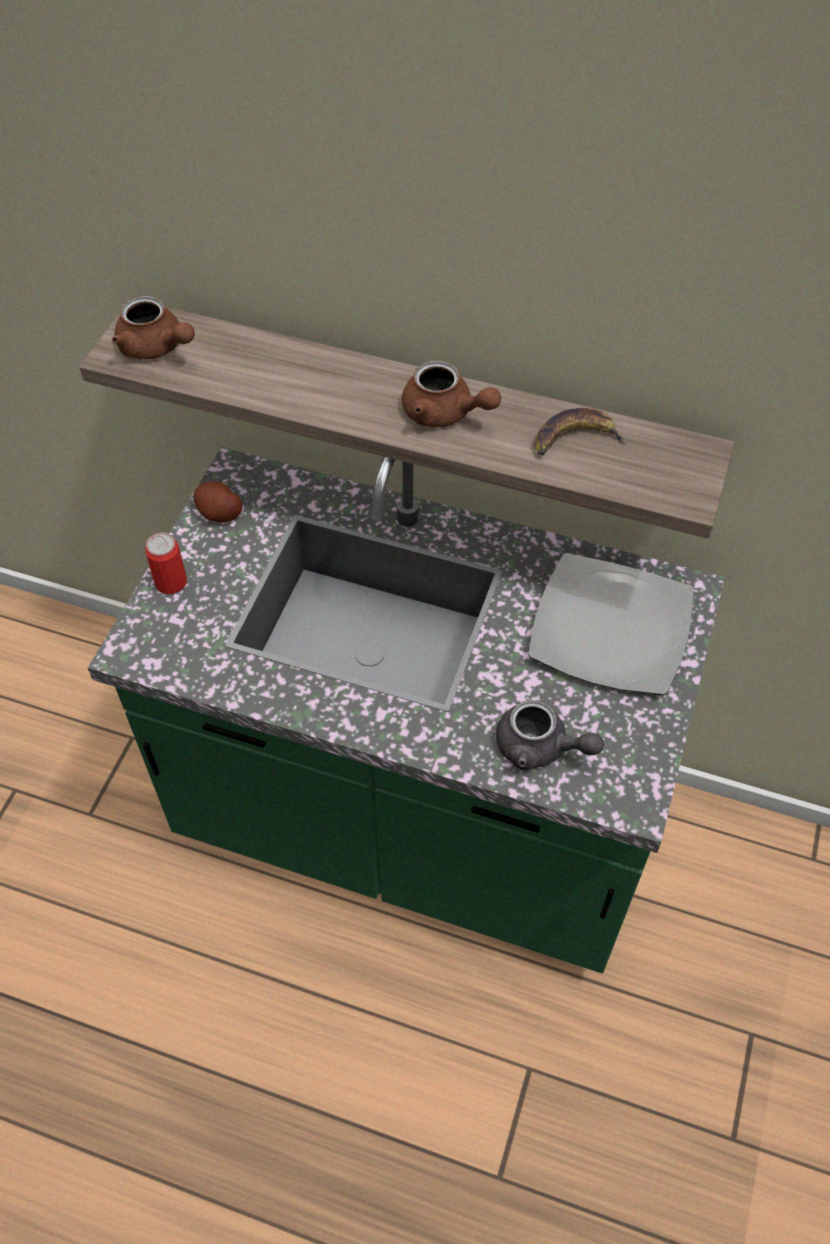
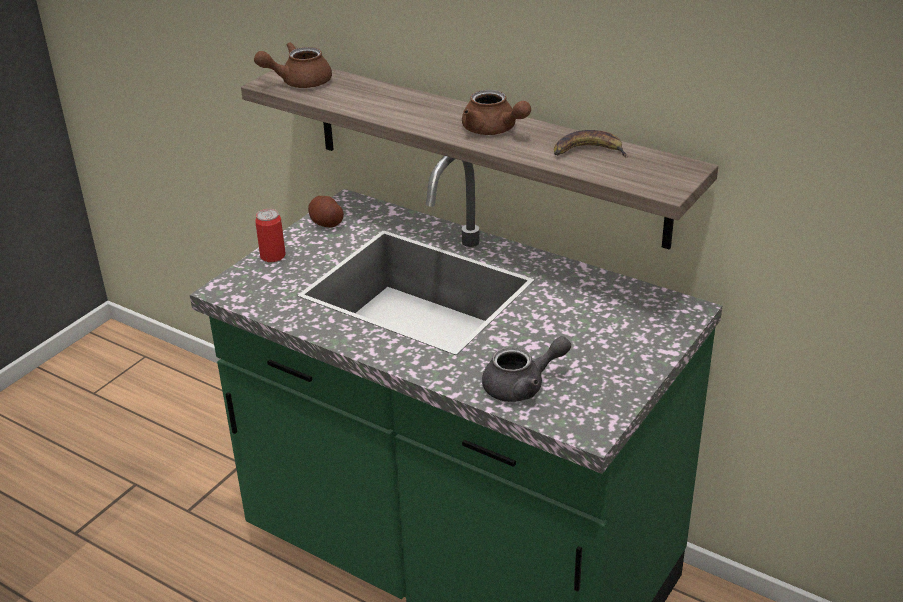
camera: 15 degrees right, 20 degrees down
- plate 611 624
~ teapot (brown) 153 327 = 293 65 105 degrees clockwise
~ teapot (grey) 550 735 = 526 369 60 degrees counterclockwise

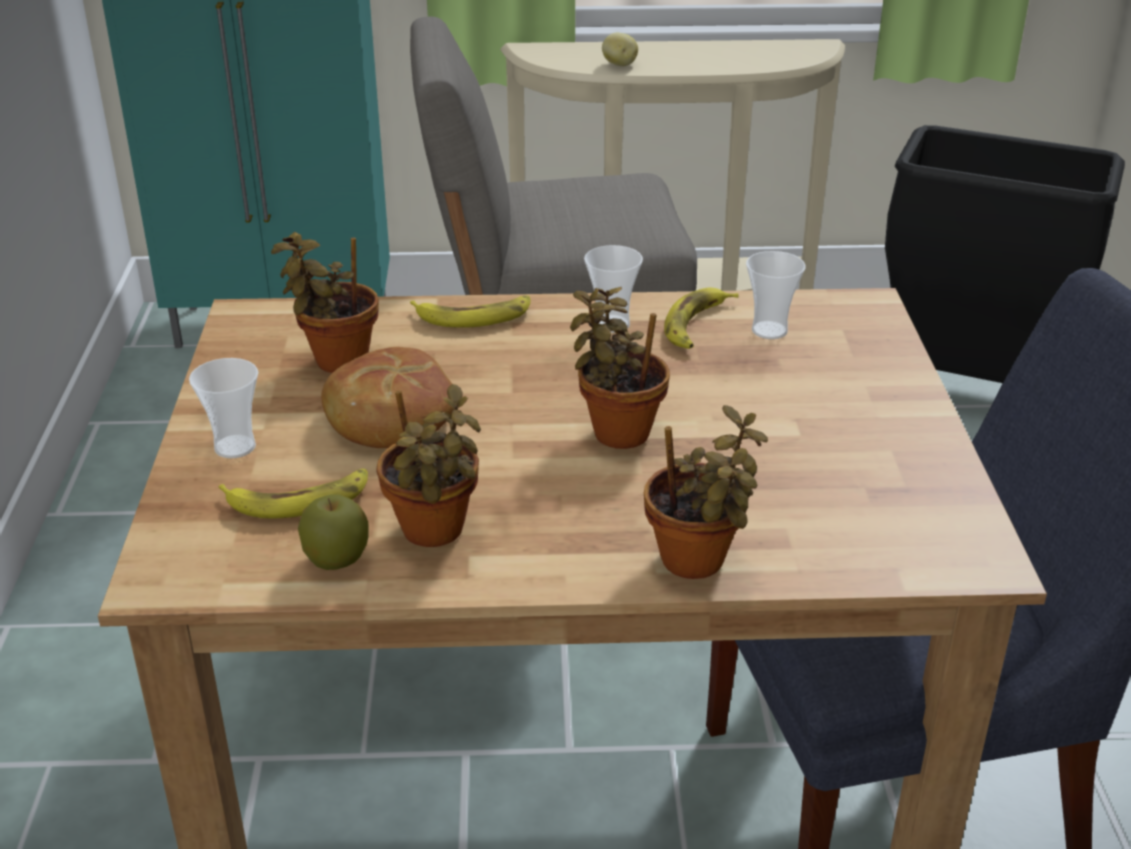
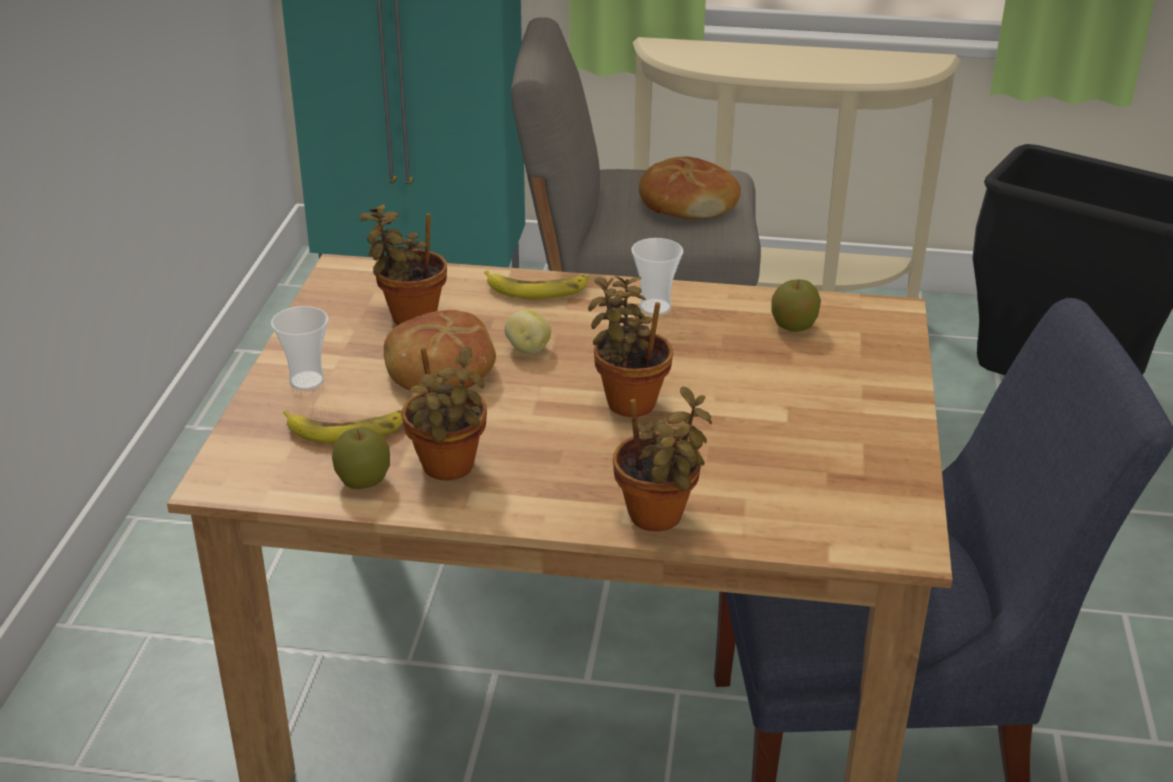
camera: 10 degrees right, 0 degrees up
- banana 701 318
+ bread 690 188
~ potato 620 49 to 527 332
~ cup 776 295 to apple 796 306

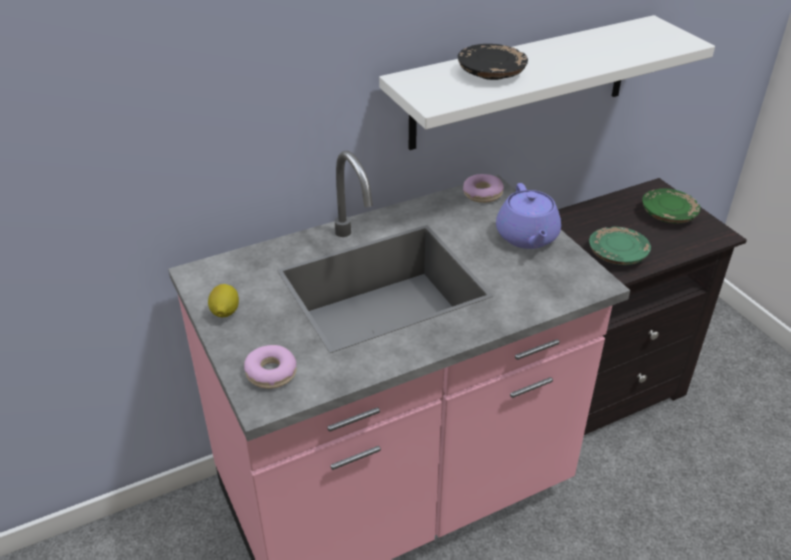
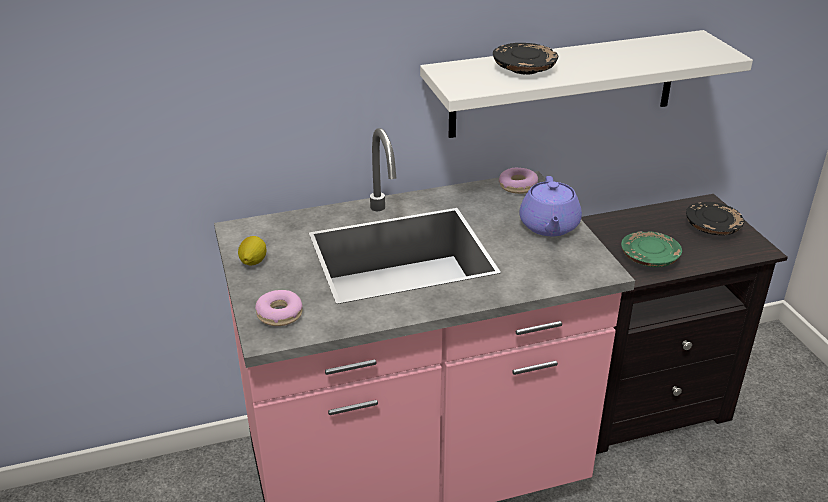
camera: 10 degrees right, 5 degrees down
~ plate (green) 671 206 to plate (black) 715 218

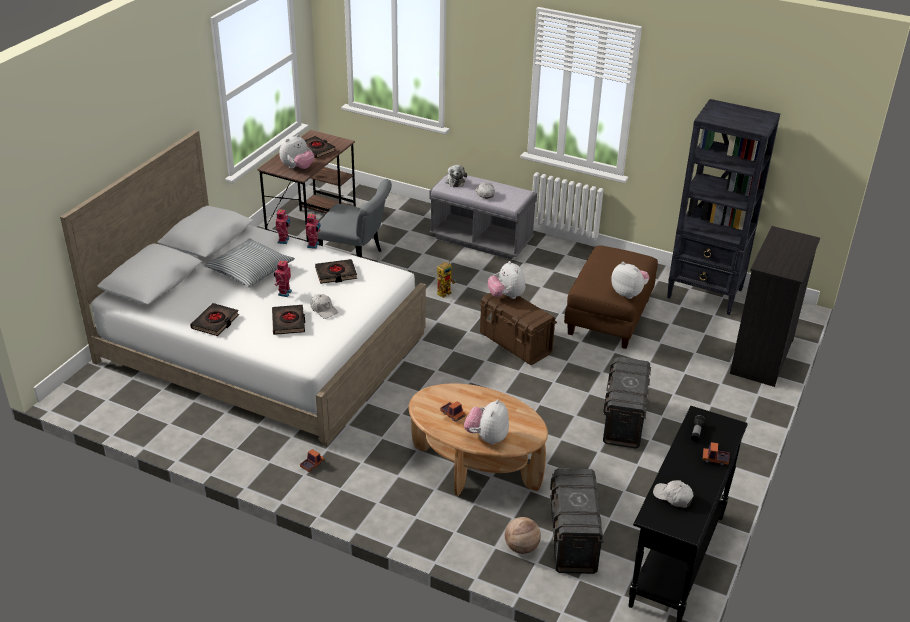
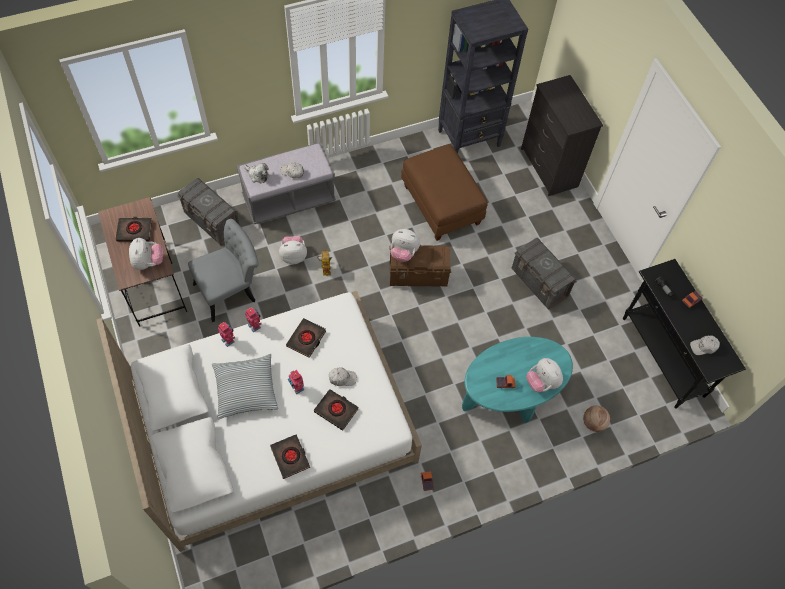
camera: 50 degrees left, 25 degrees up
~ storage box (grey) 577 521 to 208 211
~ plush toy 630 280 to 293 250
~ coffee table (brown) 478 439 to coffee table (turquoise) 517 380

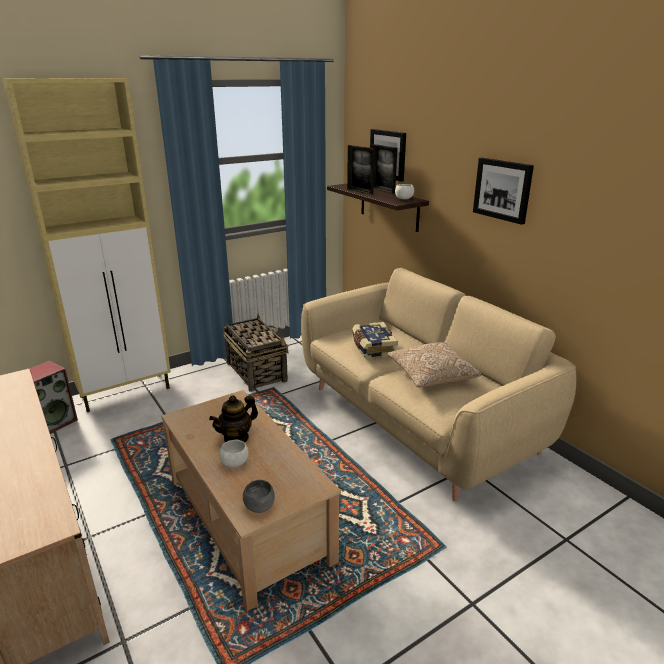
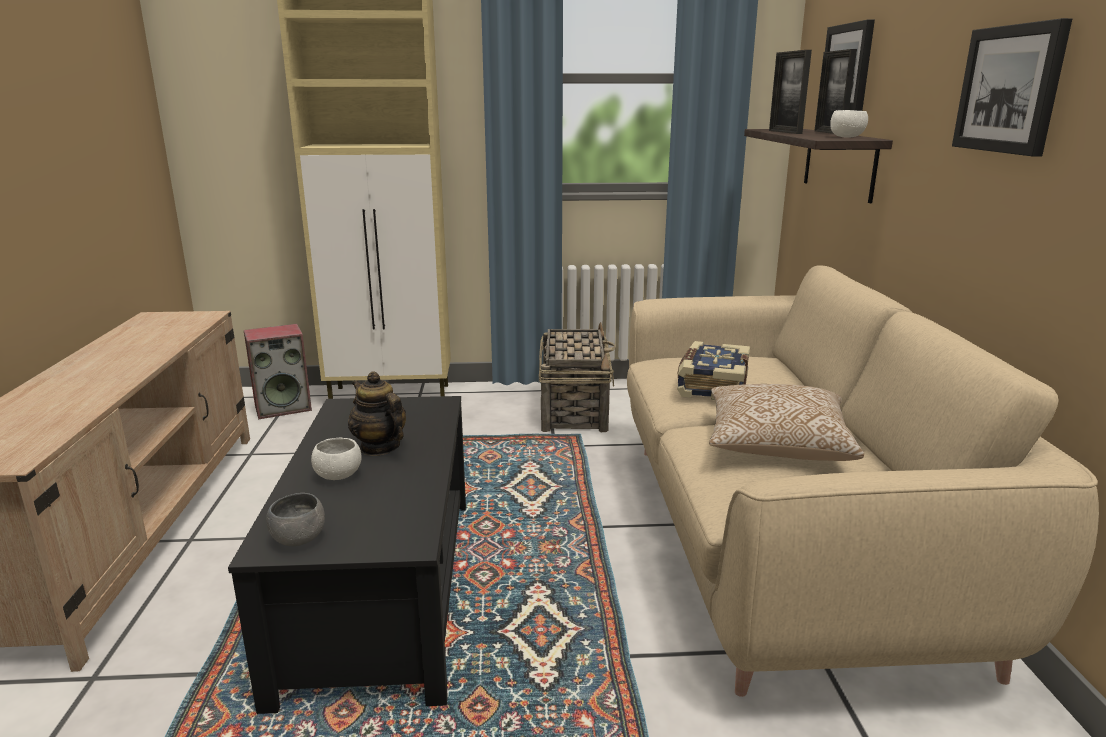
camera: 30 degrees right, 5 degrees down
~ coffee table (beige) 251 500 to coffee table (black) 347 555
~ teapot 233 418 = 377 413 60 degrees clockwise

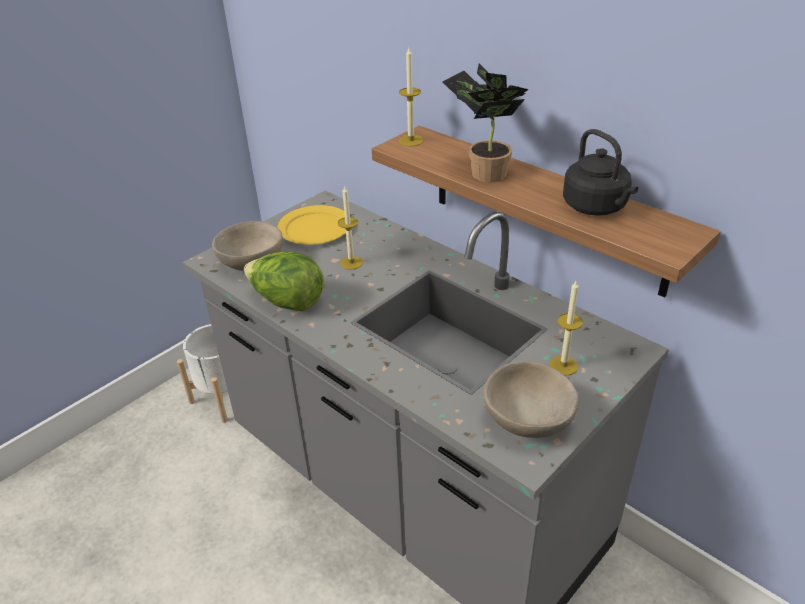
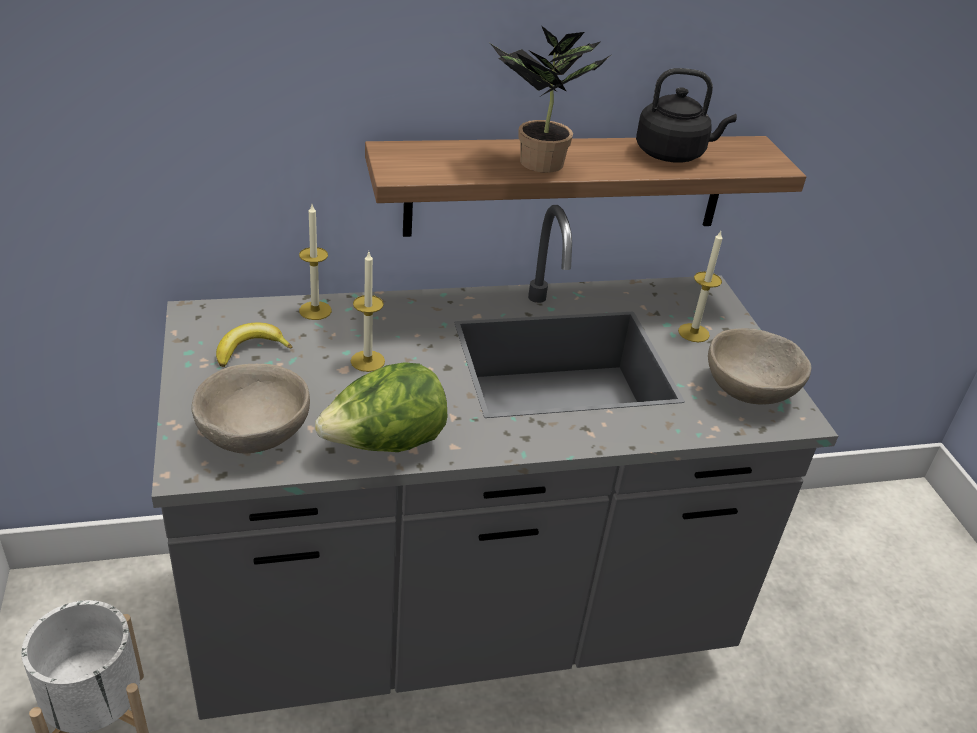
camera: 60 degrees left, 0 degrees up
~ candle 411 97 to 315 262
~ plate (yellow) 311 225 to banana 254 345

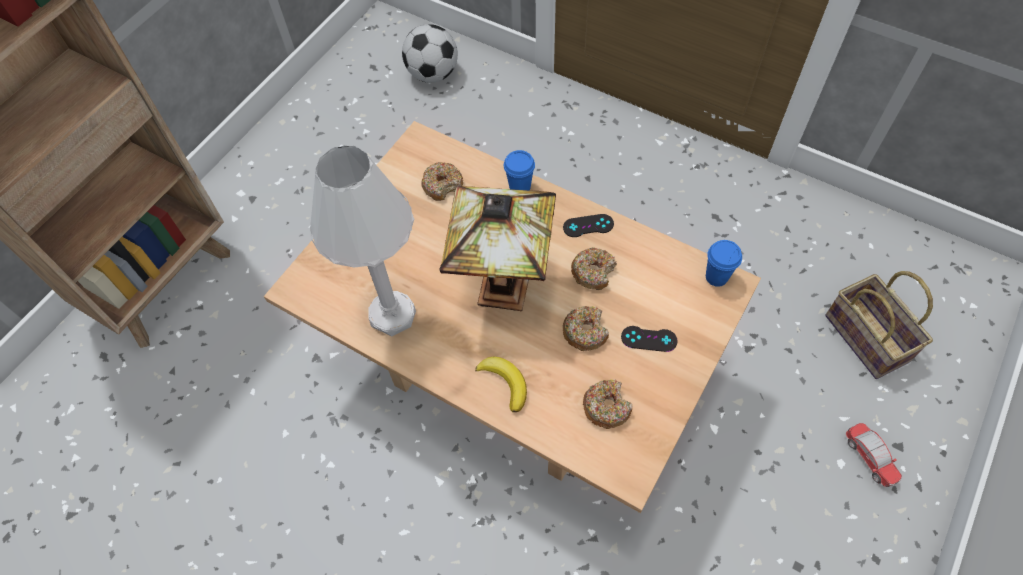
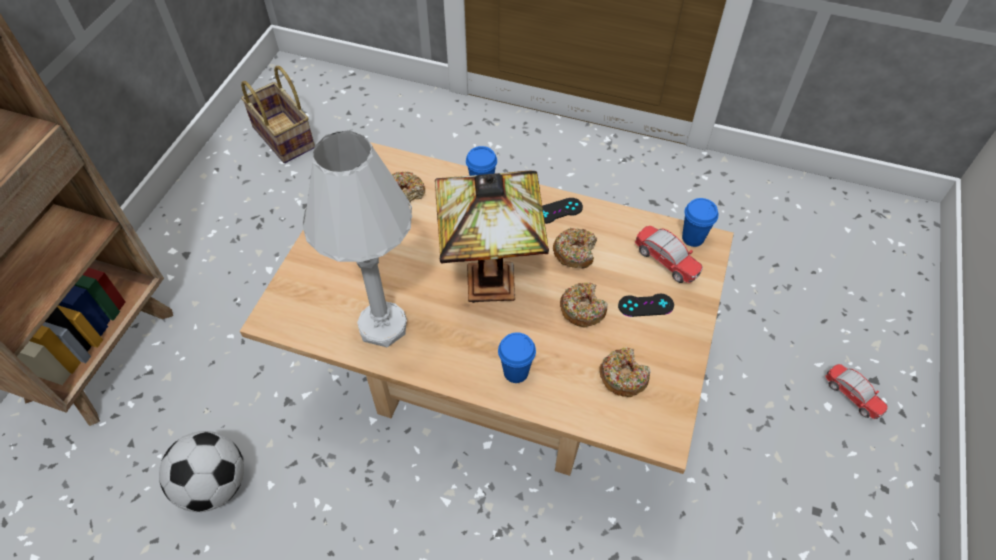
camera: 15 degrees left, 5 degrees down
+ toy car 669 254
~ football 430 53 to 201 471
~ basket 879 325 to 278 114
~ banana 501 384 to cup (blue) 517 357

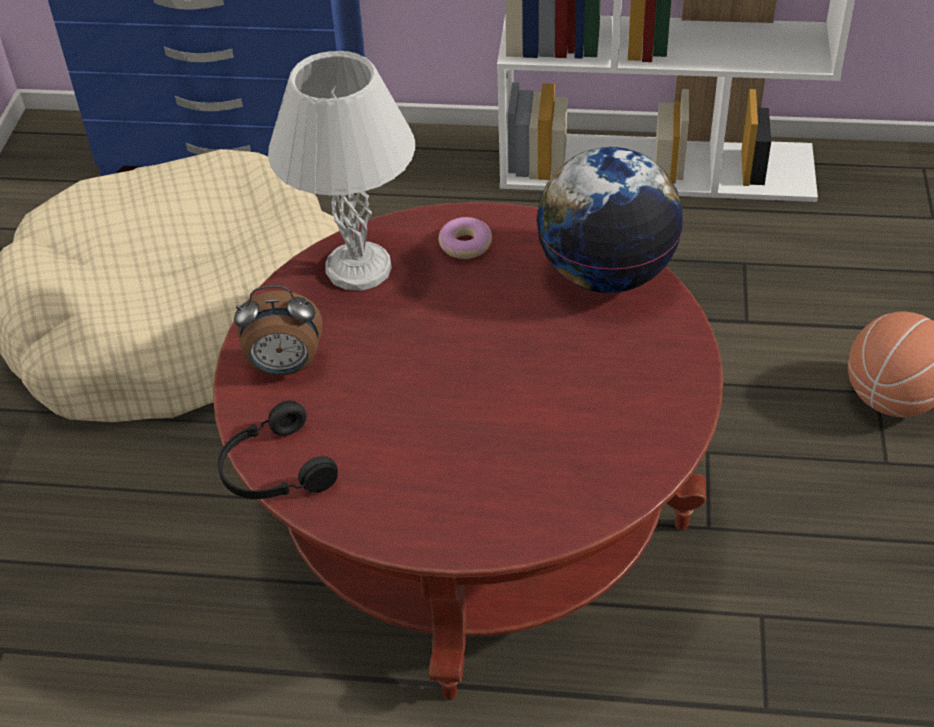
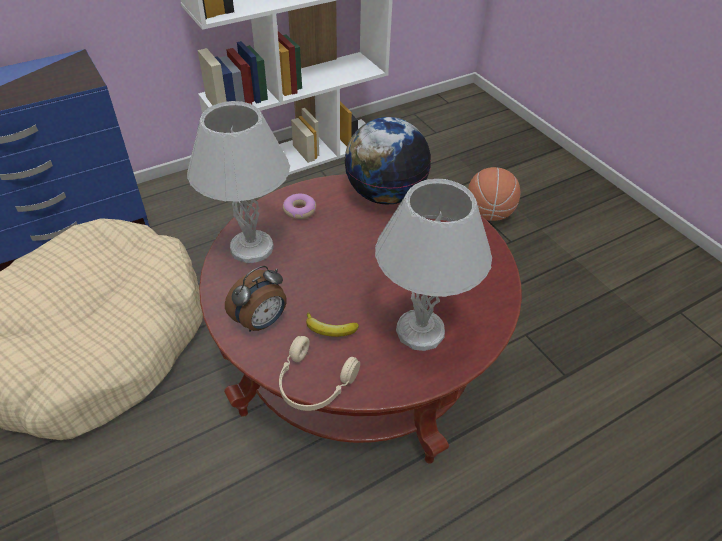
camera: 40 degrees left, 0 degrees up
+ banana 332 324
+ table lamp (white) 433 265
~ headphones (black) 278 450 to headphones (beige) 319 373

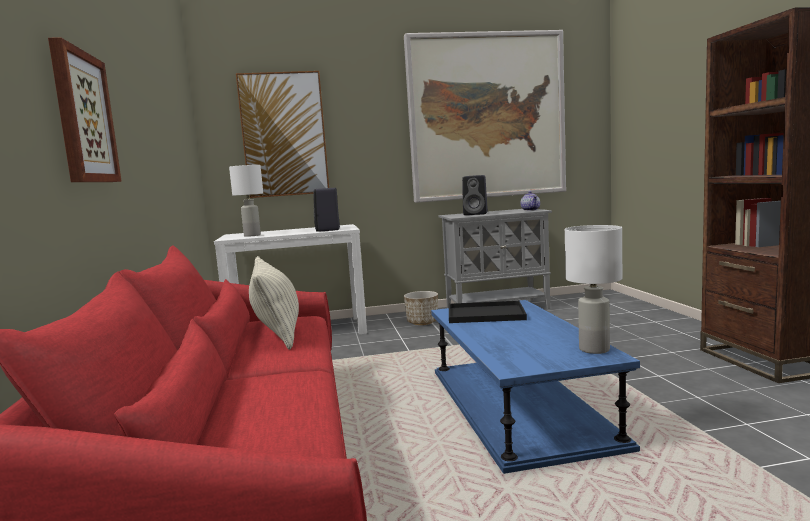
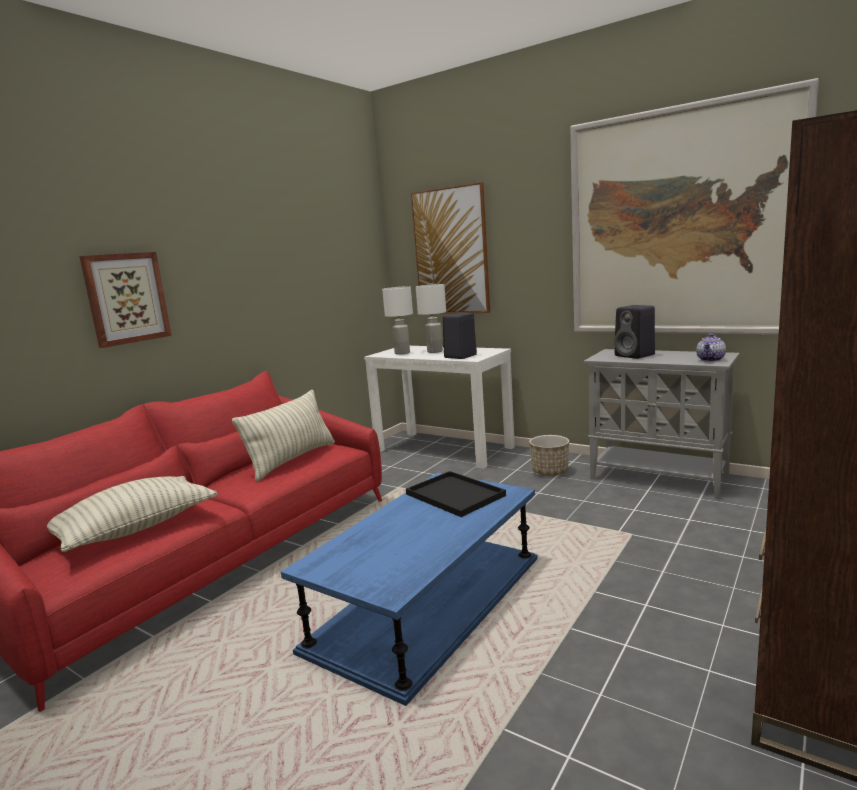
camera: 45 degrees right, 5 degrees up
+ pillow 132 514
~ table lamp (white) 593 289 to 431 318

